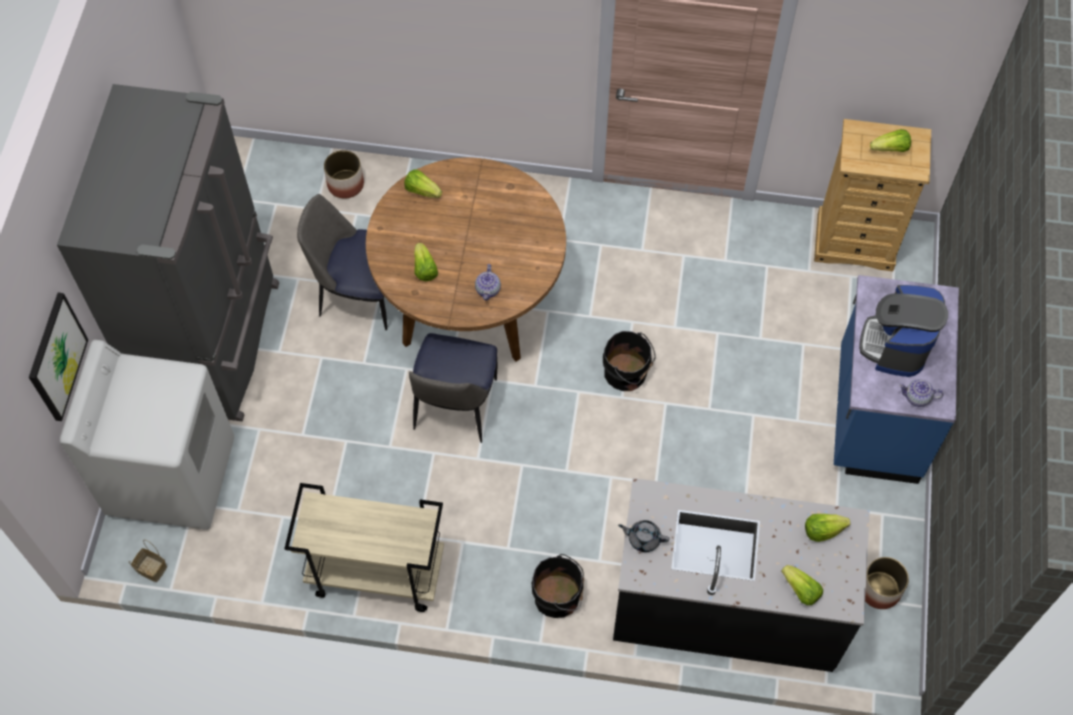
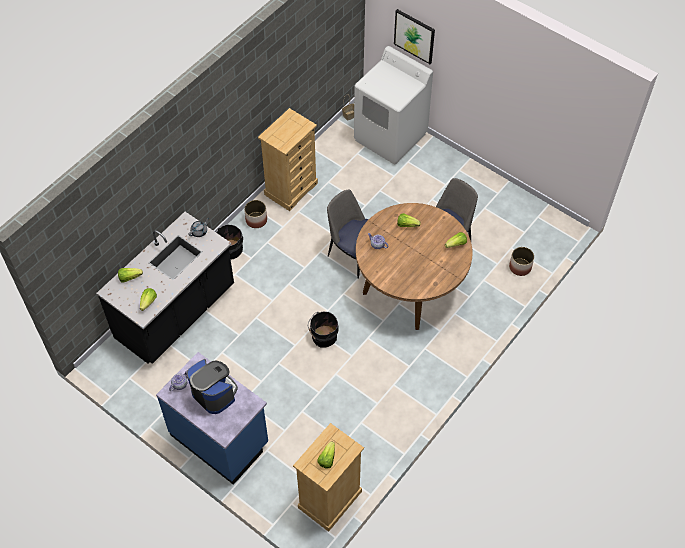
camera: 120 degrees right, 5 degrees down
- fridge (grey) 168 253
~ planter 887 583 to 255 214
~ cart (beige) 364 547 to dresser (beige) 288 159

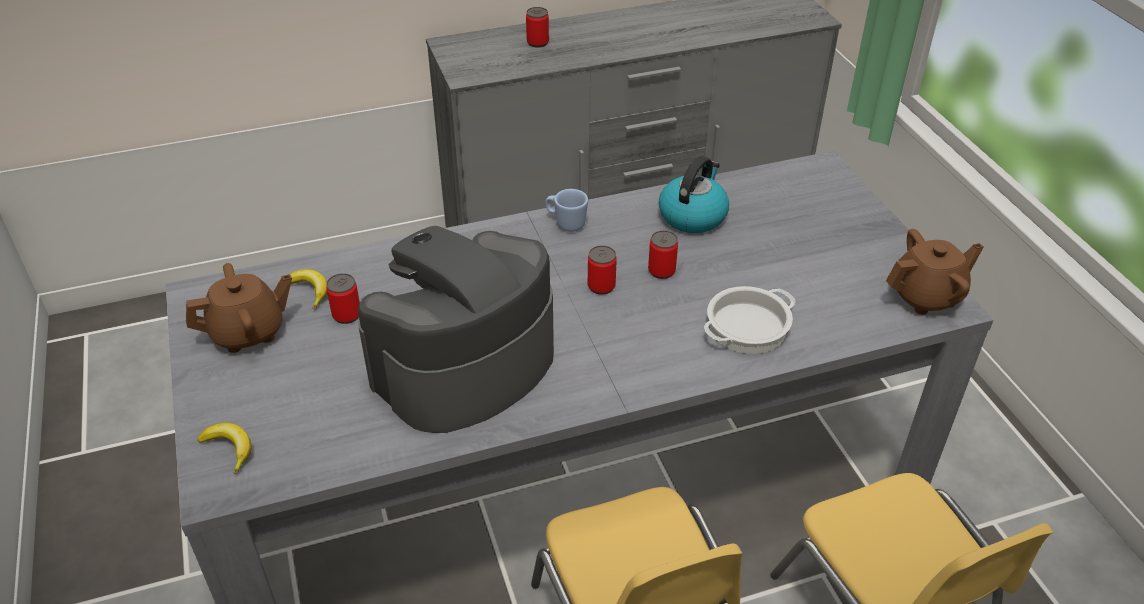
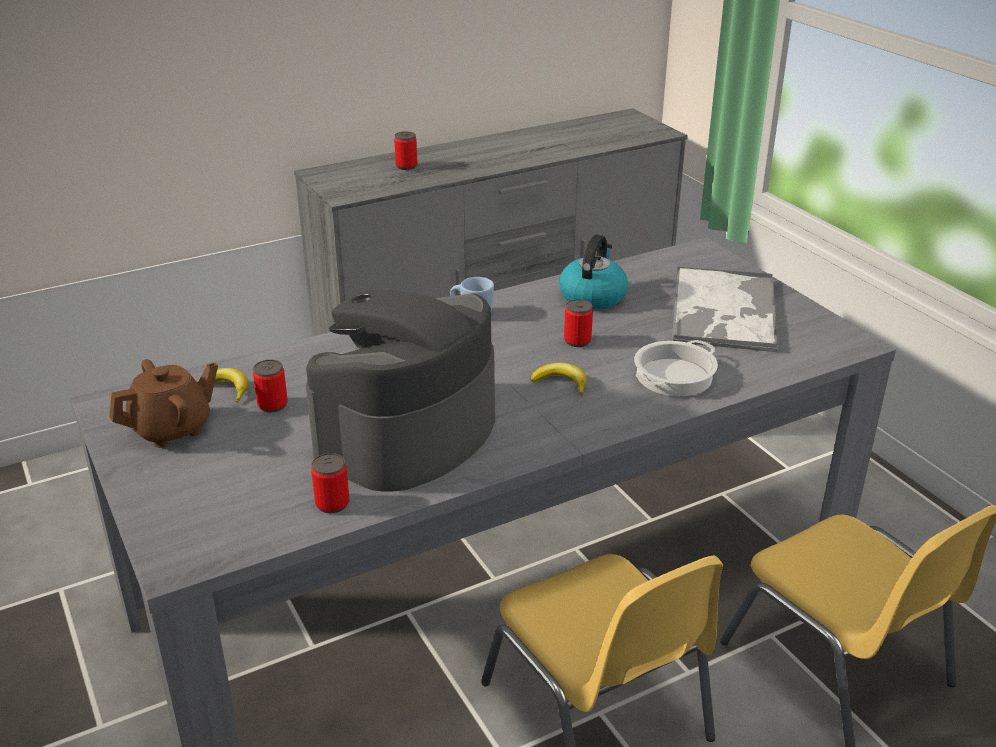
camera: 10 degrees left, 10 degrees down
- teapot (brown) 934 272
+ tray 725 309
~ banana 224 448 to 558 379
~ can 602 270 to 330 483

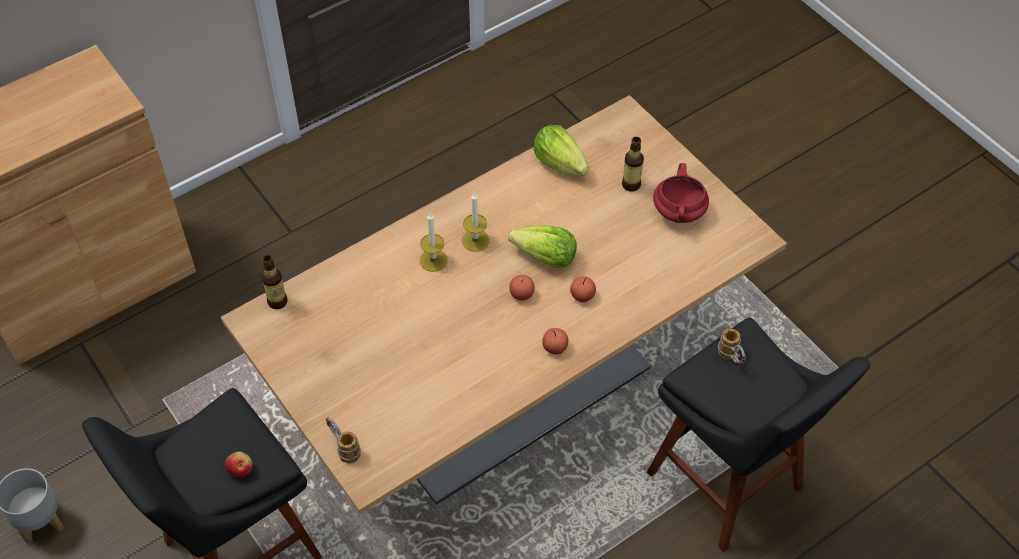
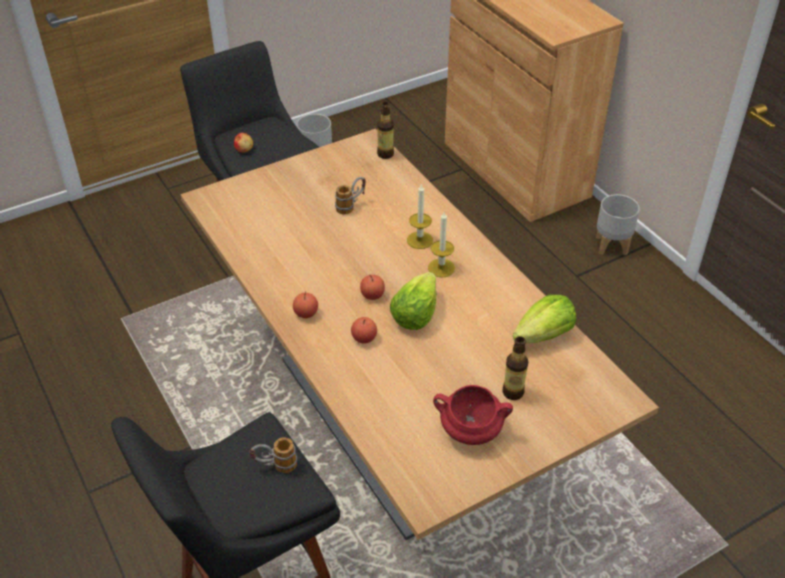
camera: 95 degrees right, 10 degrees down
+ planter (grey) 618 225
~ mug 343 440 to 350 196

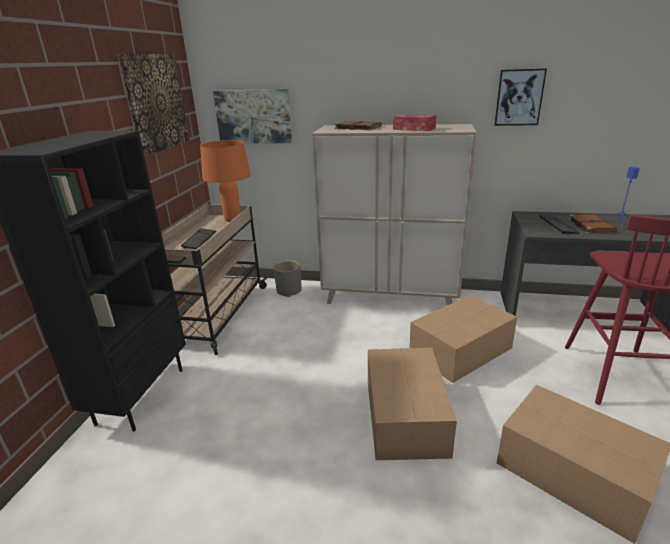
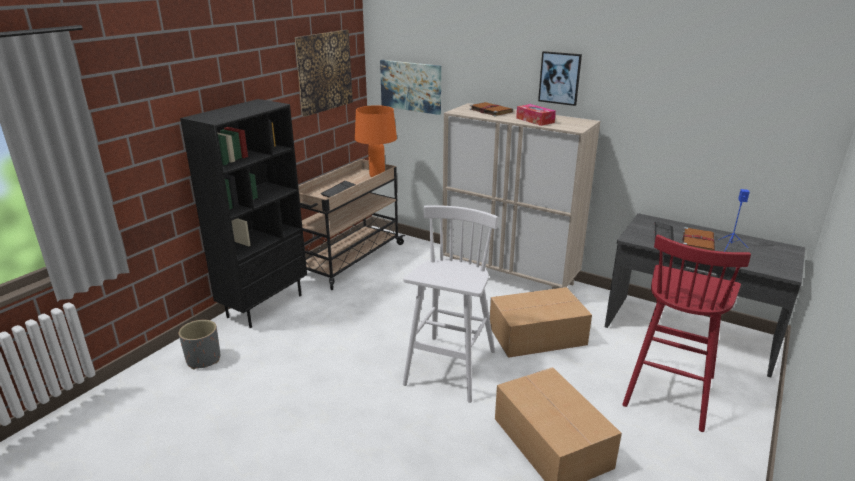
camera: 20 degrees right, 0 degrees up
~ planter (grey) 287 278 to 199 344
~ picture 520 97 to 560 78
~ cardboard box 412 404 to stool (white) 450 304

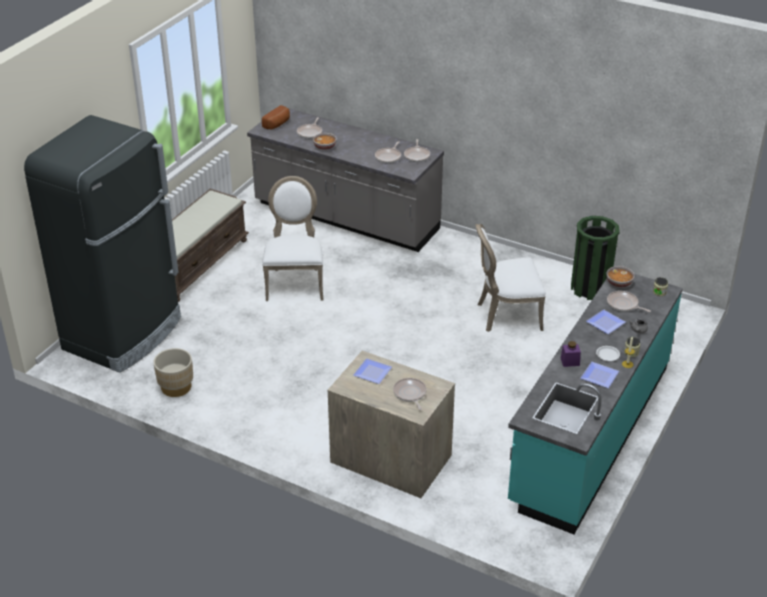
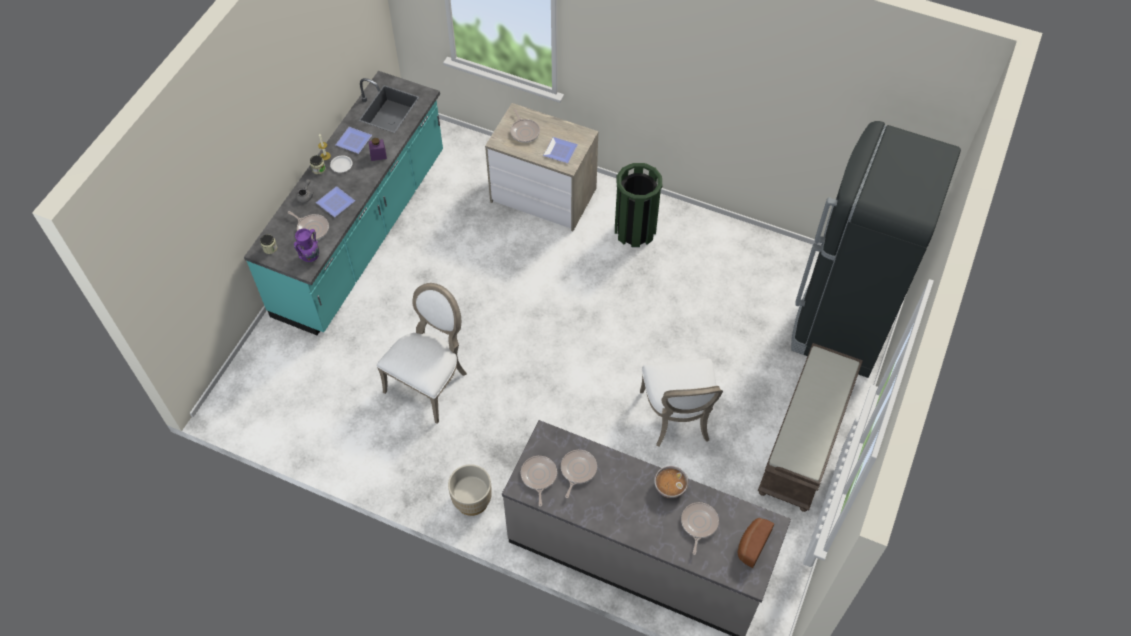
camera: 175 degrees right, 20 degrees up
~ planter (beige) 173 372 to 470 490
~ trash can (green) 595 258 to 638 205
~ bowl 620 277 to vase (purple) 307 245
~ chair (white) 511 278 = 422 353 45 degrees counterclockwise

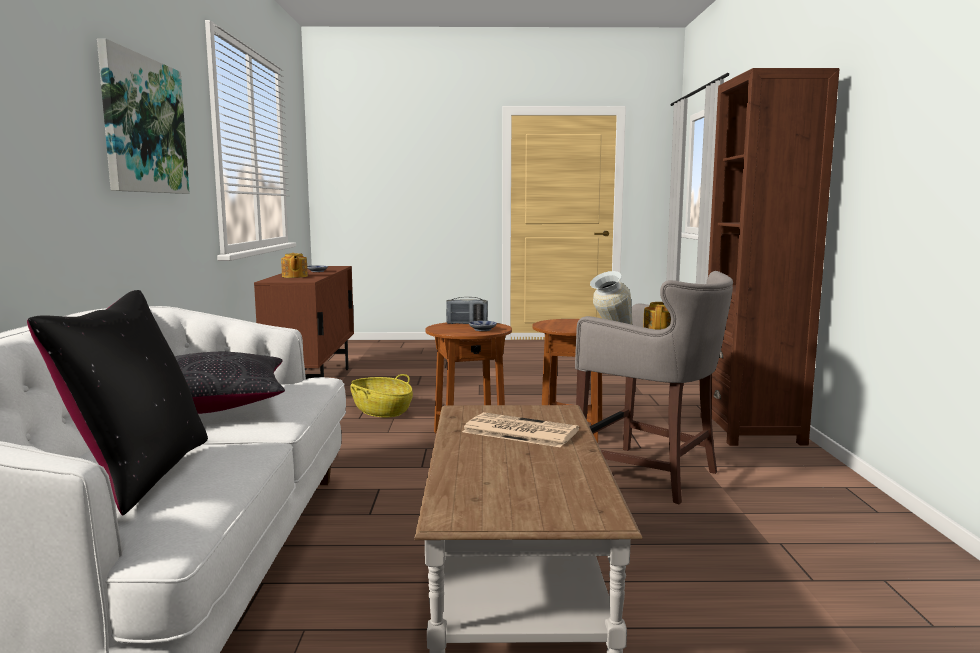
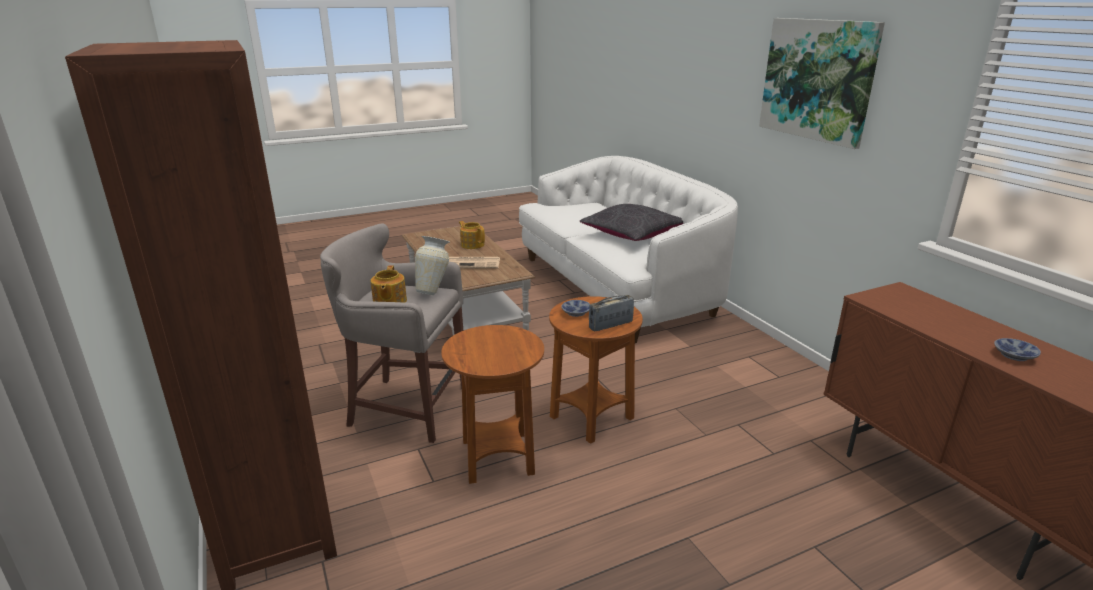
camera: 155 degrees right, 15 degrees up
- pillow (black) 117 402
- basket 381 395
~ teapot 294 265 to 472 235

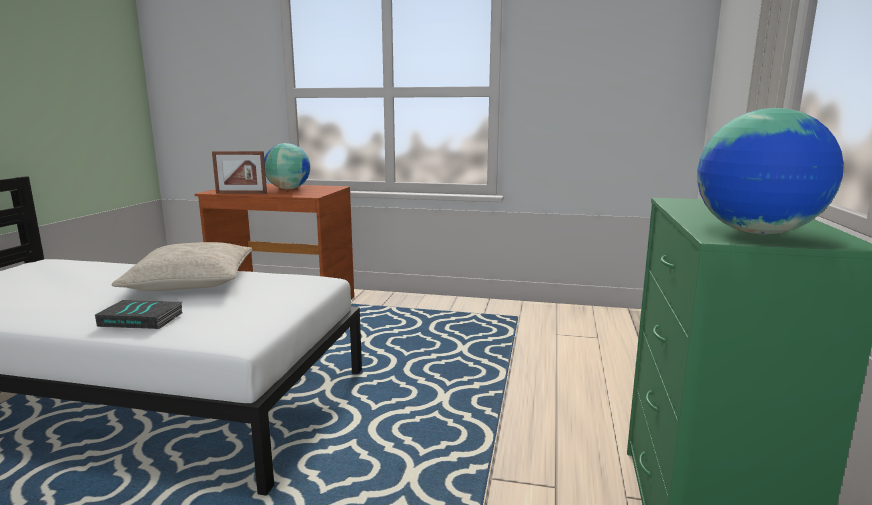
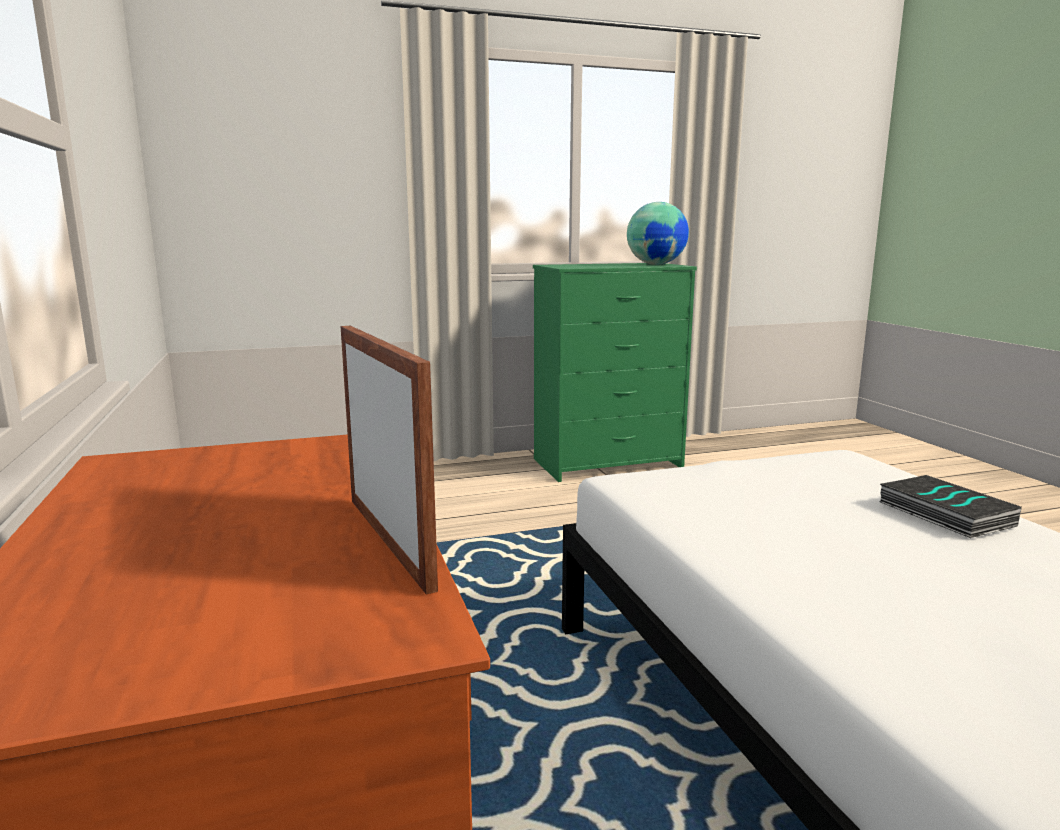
camera: 120 degrees left, 0 degrees up
- pillow (beige) 181 266
- globe 287 166

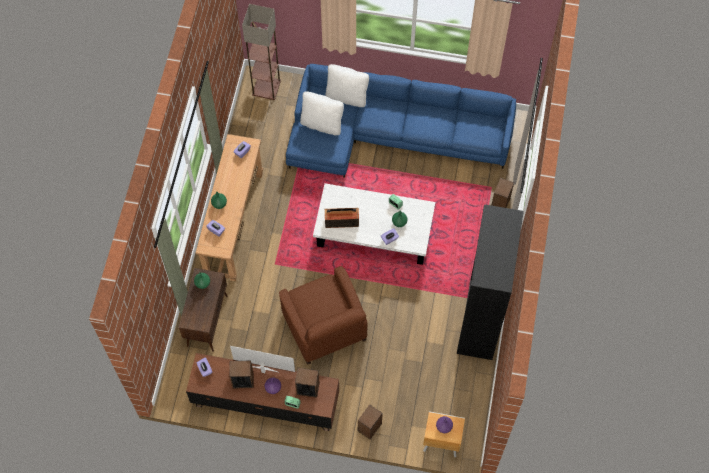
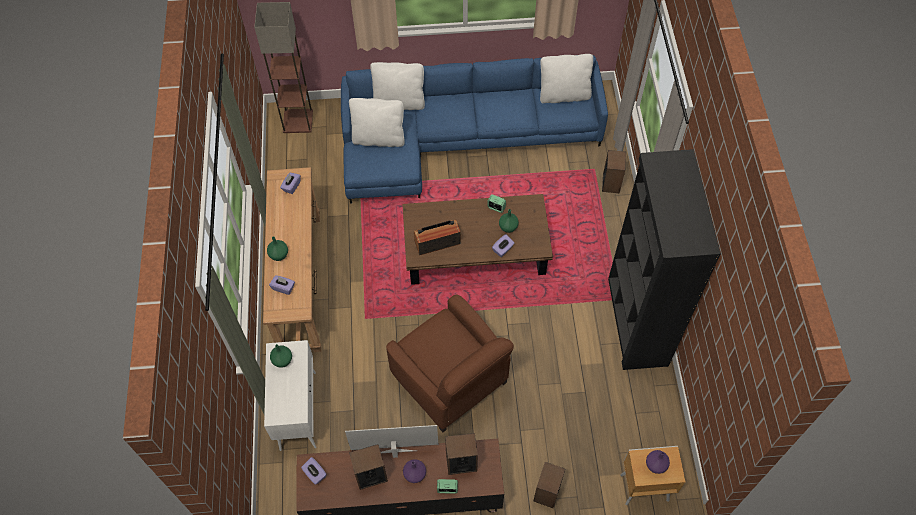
camera: 15 degrees left, 5 degrees down
+ pillow (white) 566 78
~ cabinet (brown) 203 309 to cabinet (white) 290 395
~ coffee table (white) 374 224 to coffee table (brown) 477 239

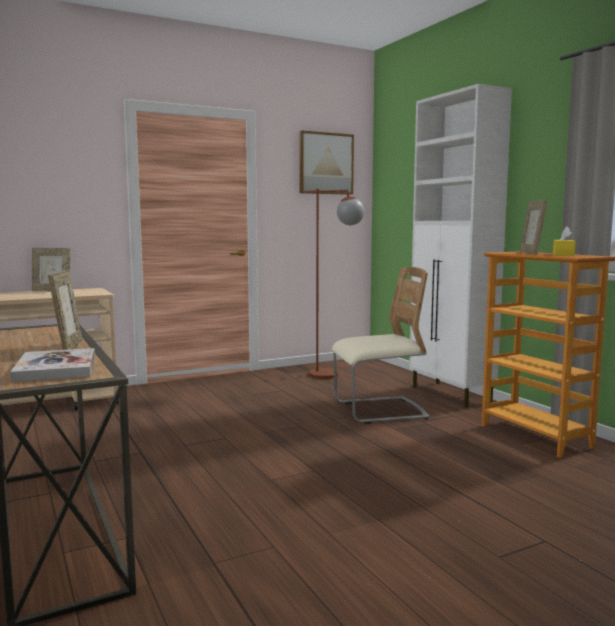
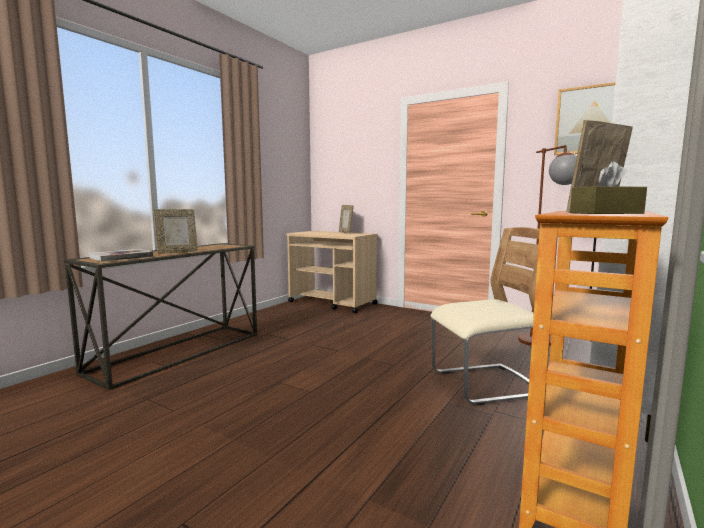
camera: 60 degrees right, 0 degrees up
~ tissue box (yellow) 564 241 to tissue box (brown) 608 187
~ chair (beige) 380 345 = 485 316 60 degrees counterclockwise

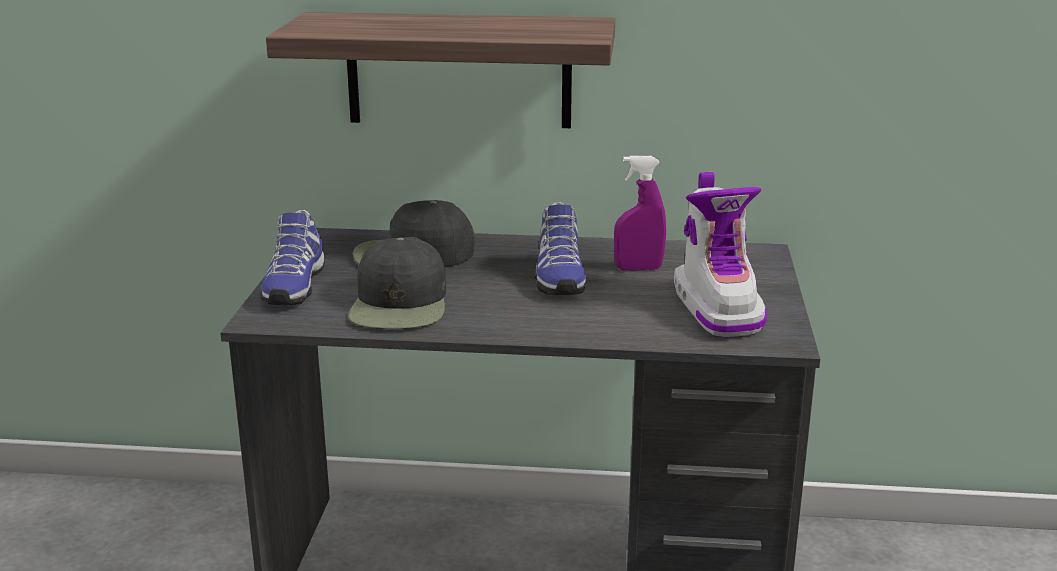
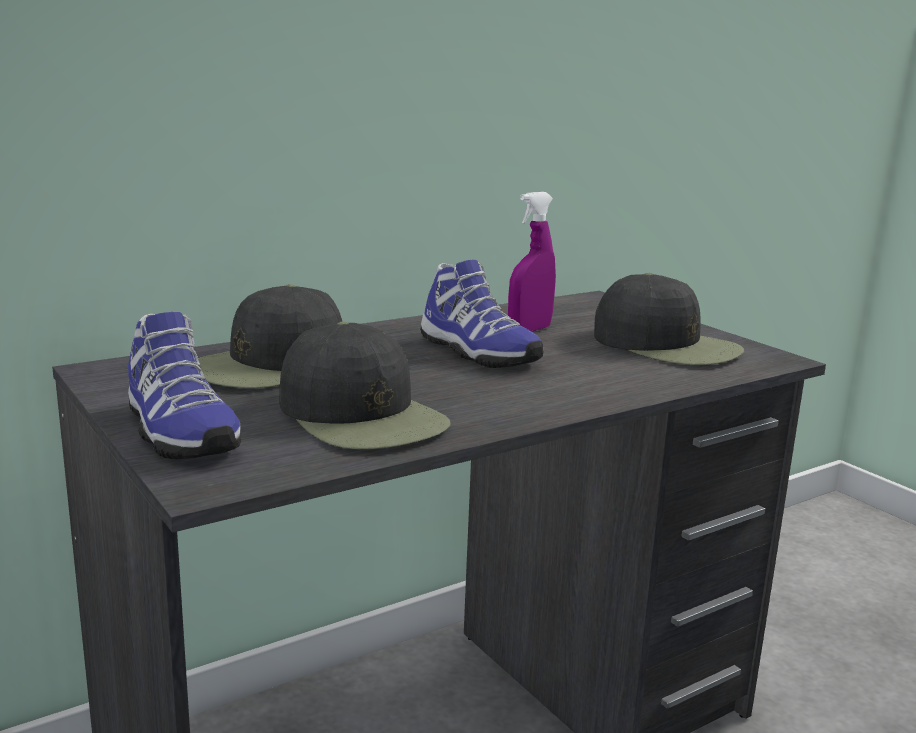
camera: 40 degrees left, 5 degrees down
- shelf 440 70
~ boot 720 255 to cap (black) 669 319

